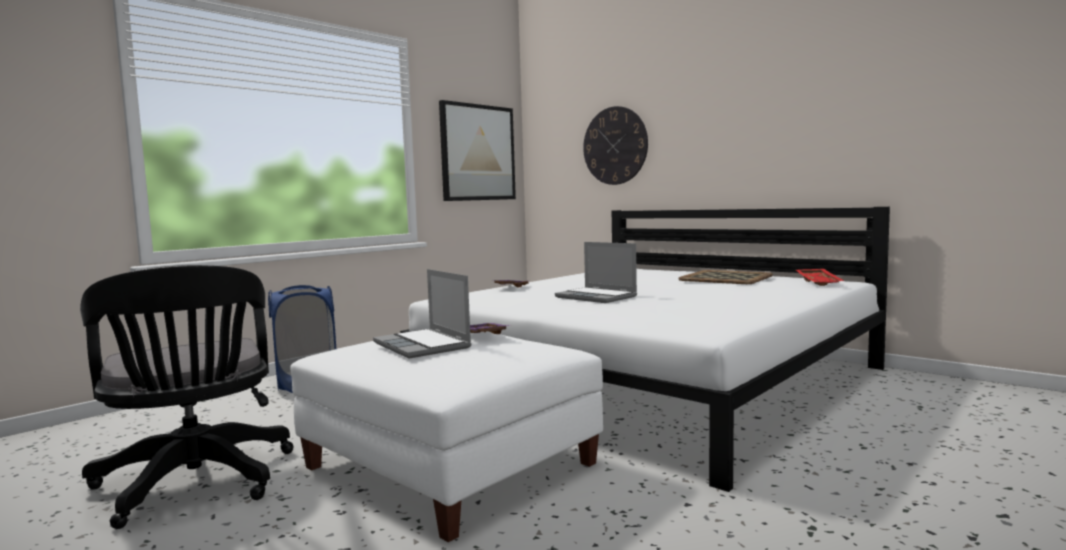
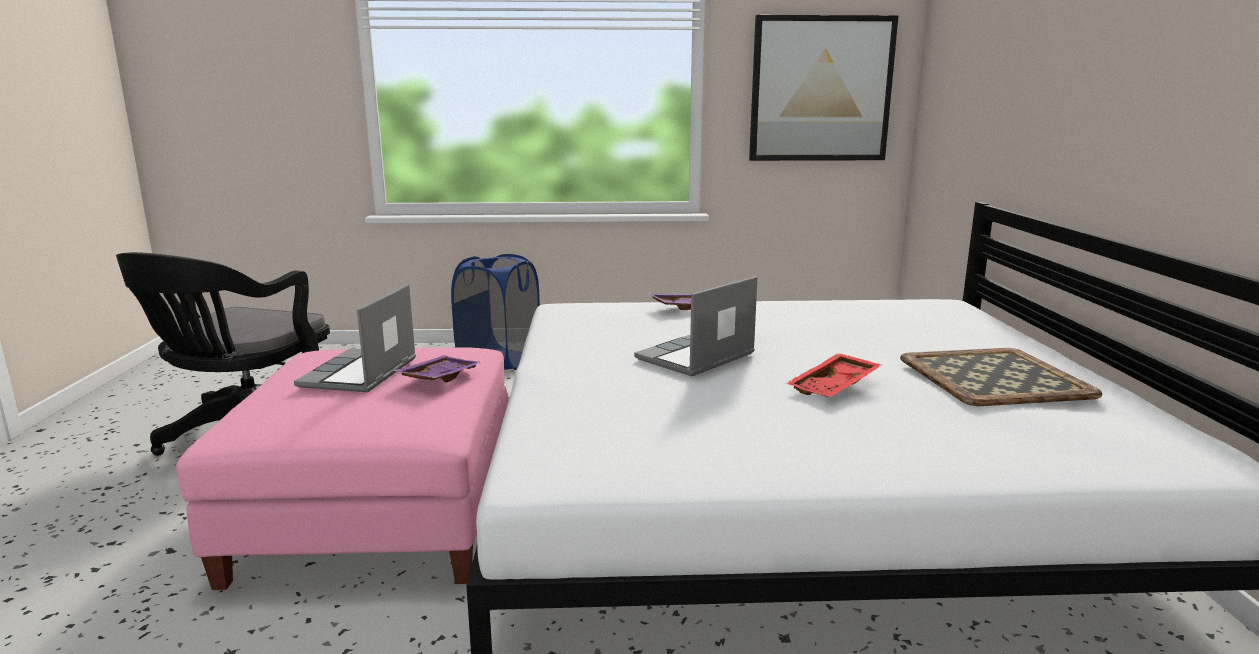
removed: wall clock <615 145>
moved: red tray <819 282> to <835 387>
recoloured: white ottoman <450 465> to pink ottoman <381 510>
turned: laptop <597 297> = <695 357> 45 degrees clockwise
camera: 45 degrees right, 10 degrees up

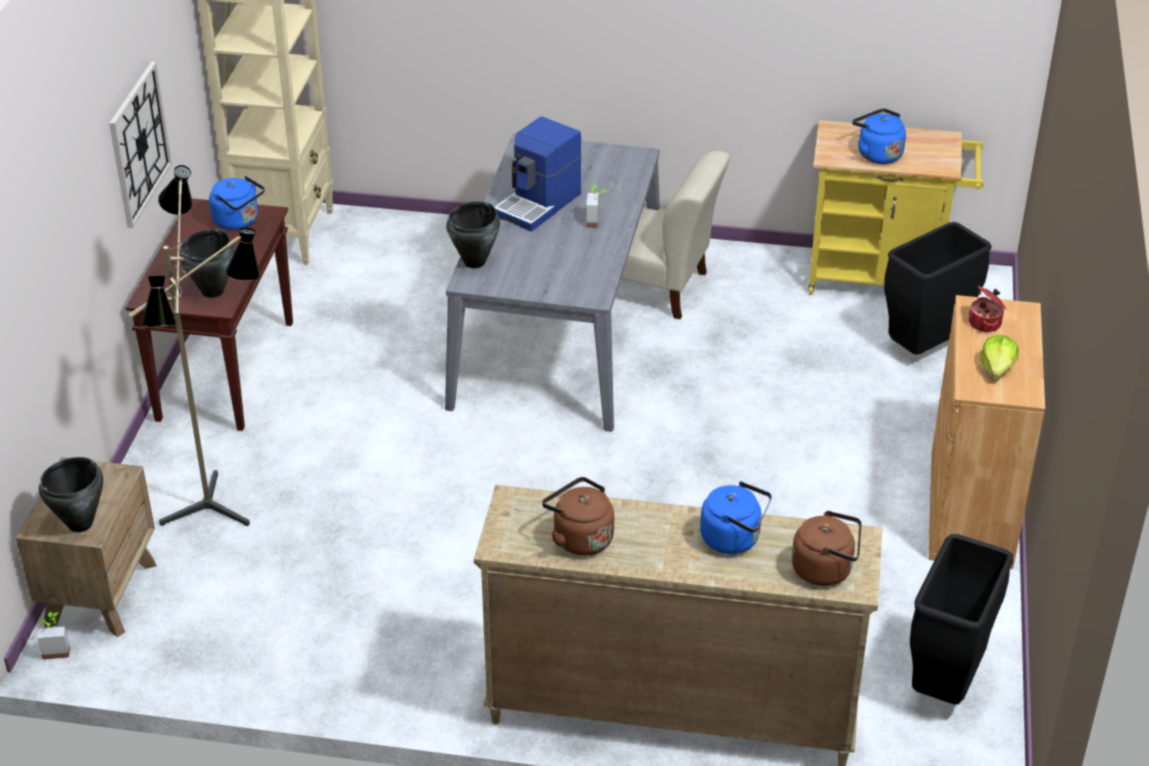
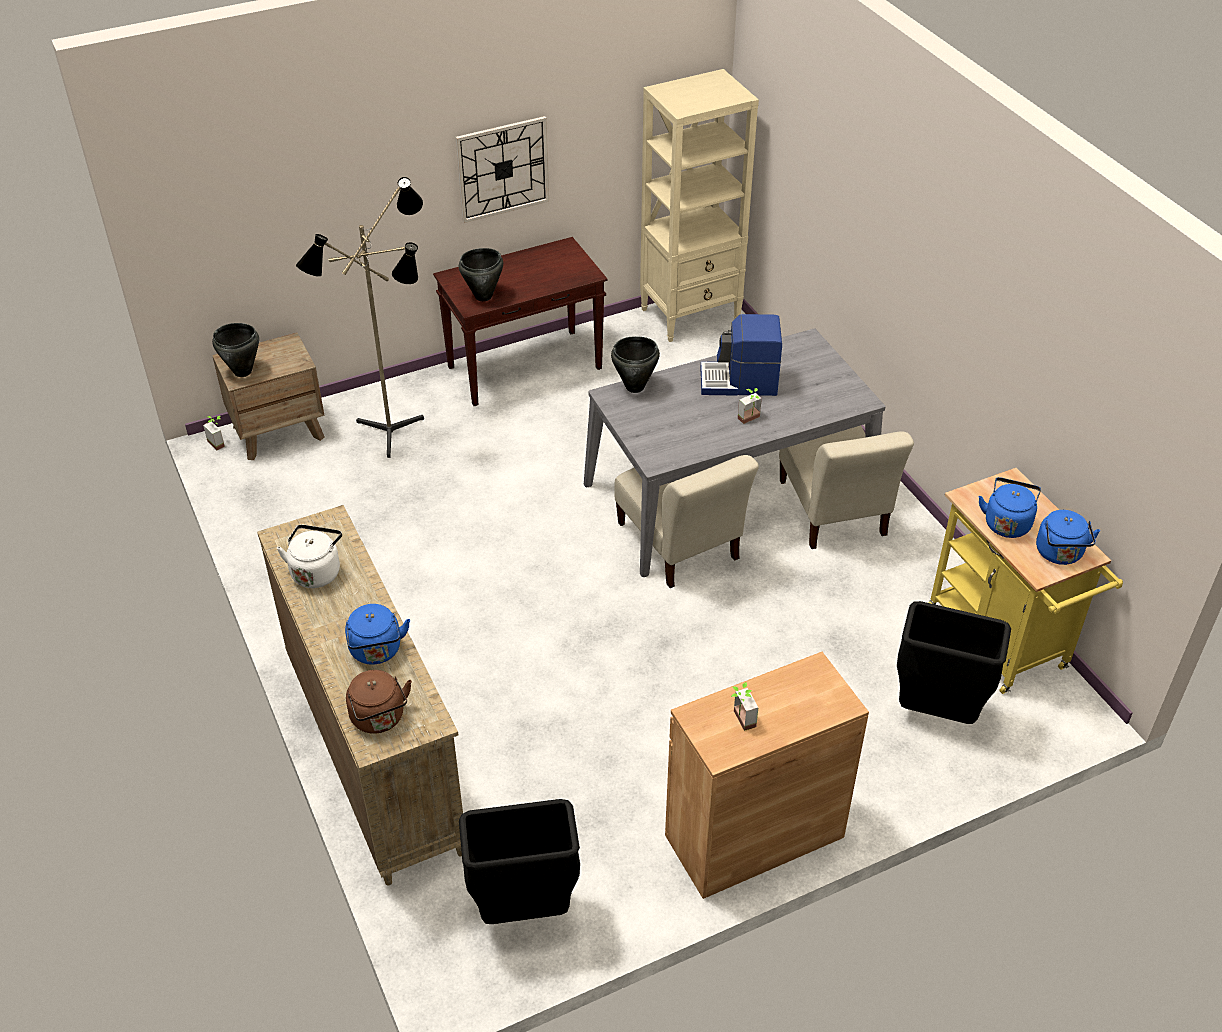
removed: cooking pot <985 323>
added: beige chair <679 545>
moved: blue kettle <239 221> to <1060 554>
replaced: lettuce <997 368> to potted plant <739 720>
recoloured: brown kettle <579 538> to white kettle <316 571>
camera: 55 degrees right, 5 degrees up

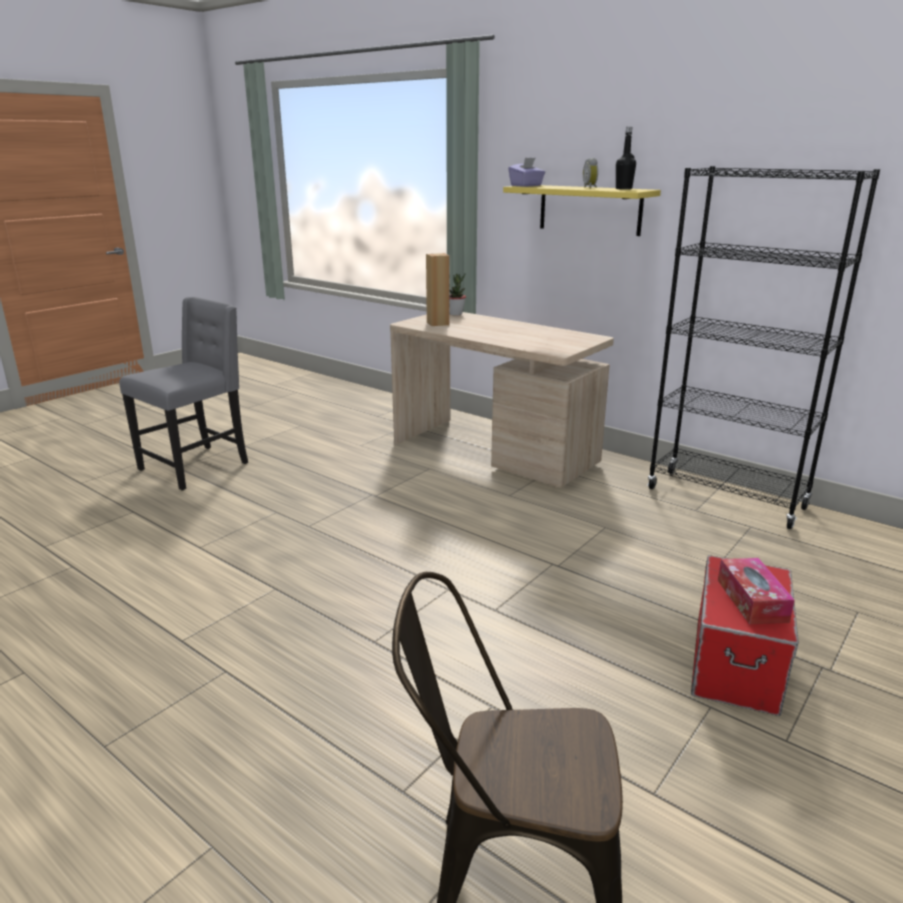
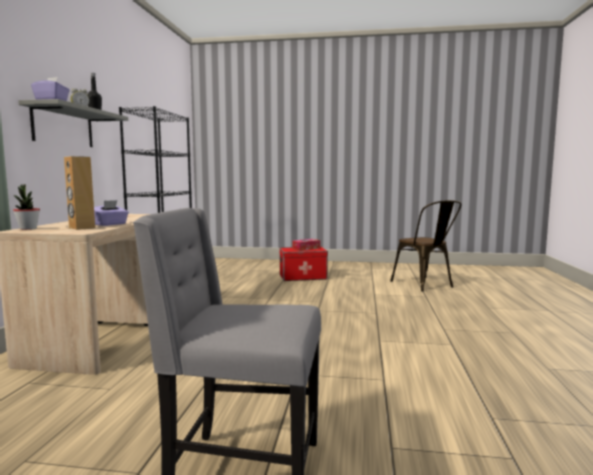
added: purple tissue box <110 224>
recoloured: yellow shelf <590 209> to grey shelf <63 127>
camera: 120 degrees left, 15 degrees down

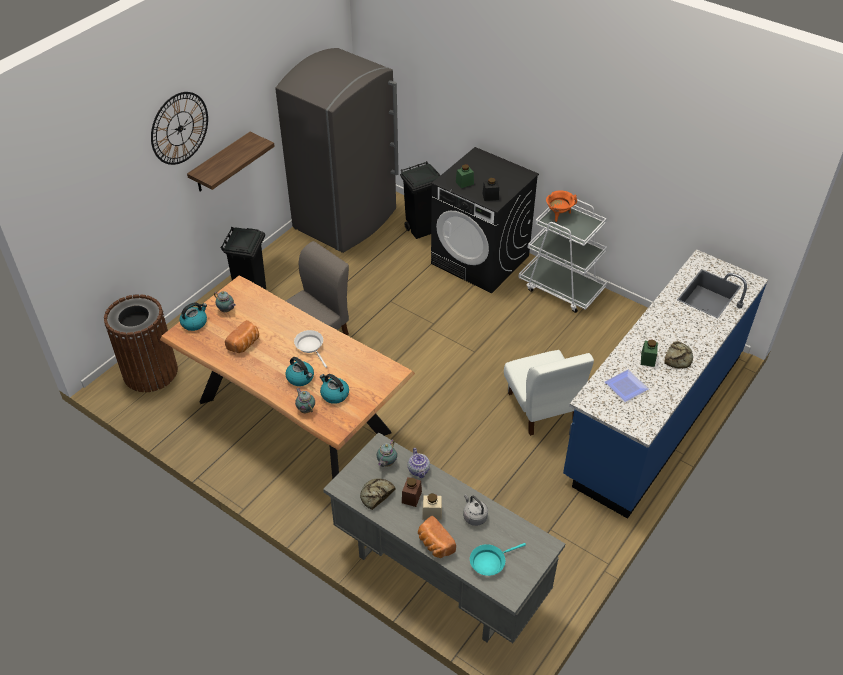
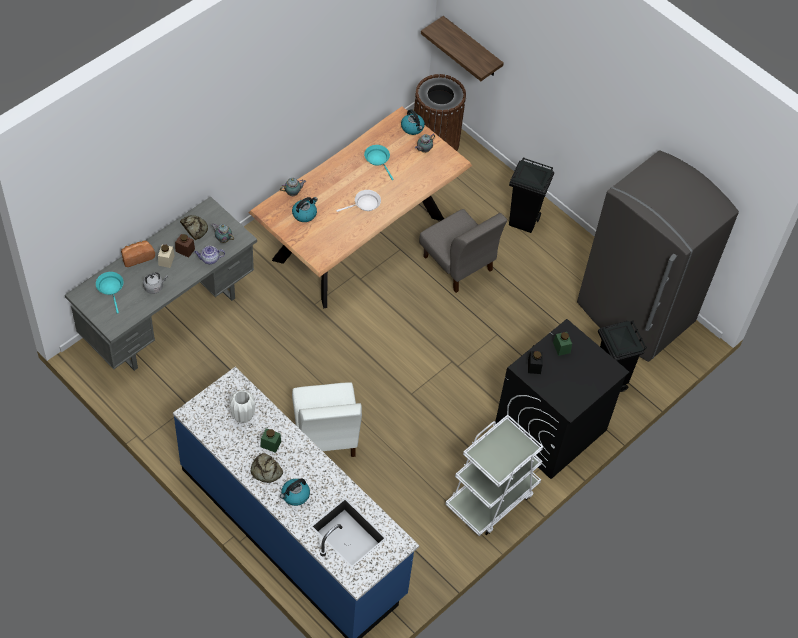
removed: wall clock <180 128>; orange cooking pot <558 215>
moved: shelf <221 163> to <472 48>; kettle <301 378> to <295 495>
replaced: bread <245 344> to turquoise frying pan <378 160>; plate <626 385> to white vase <243 416>
turned: white chair <542 407> = <325 435> 90 degrees counterclockwise
camera: 95 degrees right, 10 degrees up

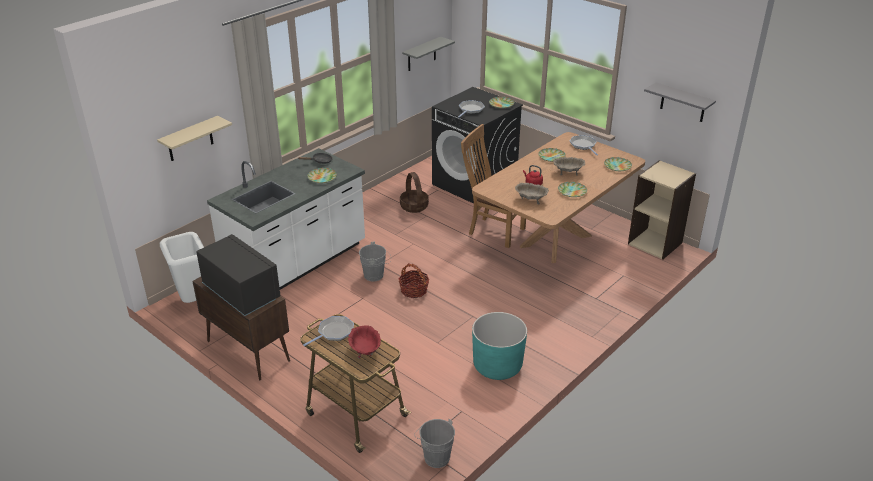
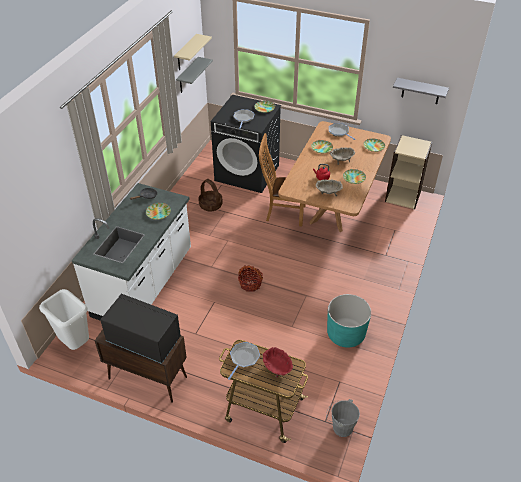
removed: grey bucket <376 275>
moved: beige shelf <190 139> to <186 53>
camera: 20 degrees left, 10 degrees up

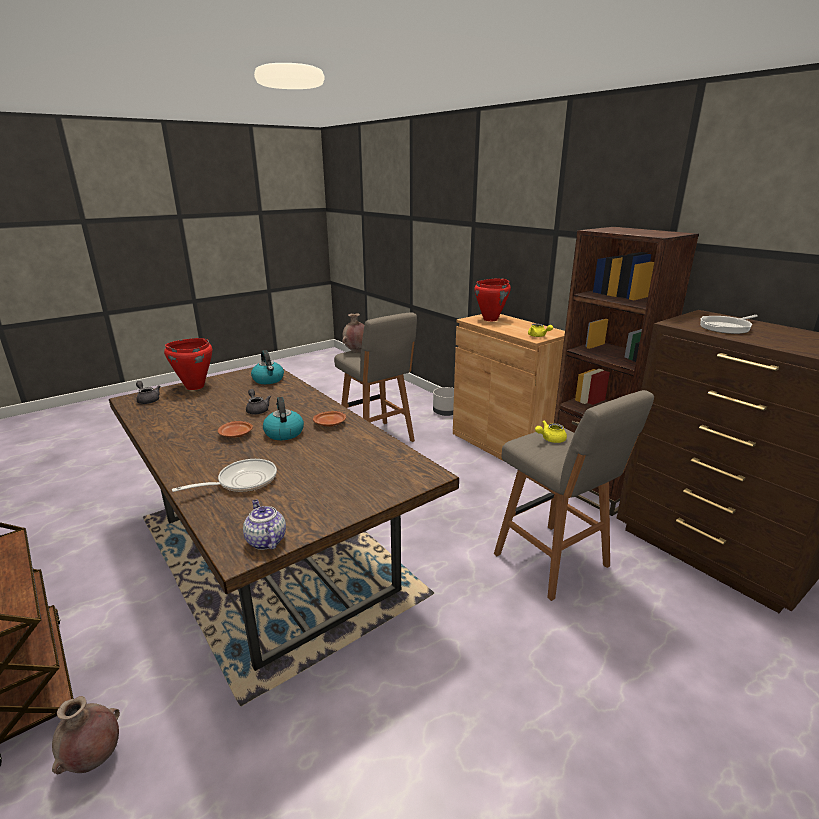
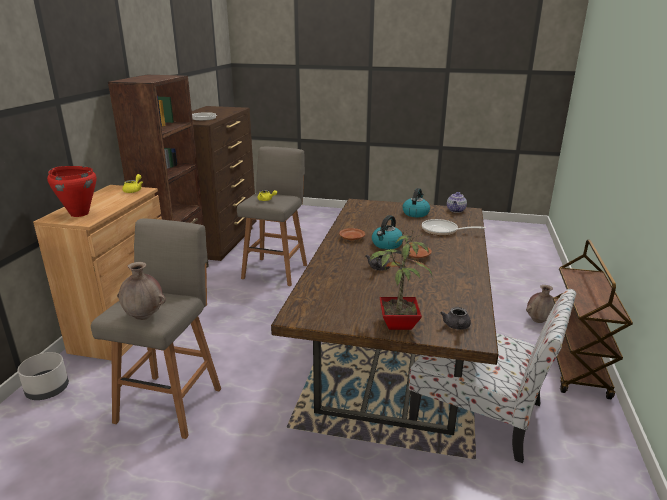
added: chair <480 413>
moved: kettle <268 380> to <415 213>
replaced: red cooking pot <194 387> to potted plant <396 324>
camera: 130 degrees left, 0 degrees up

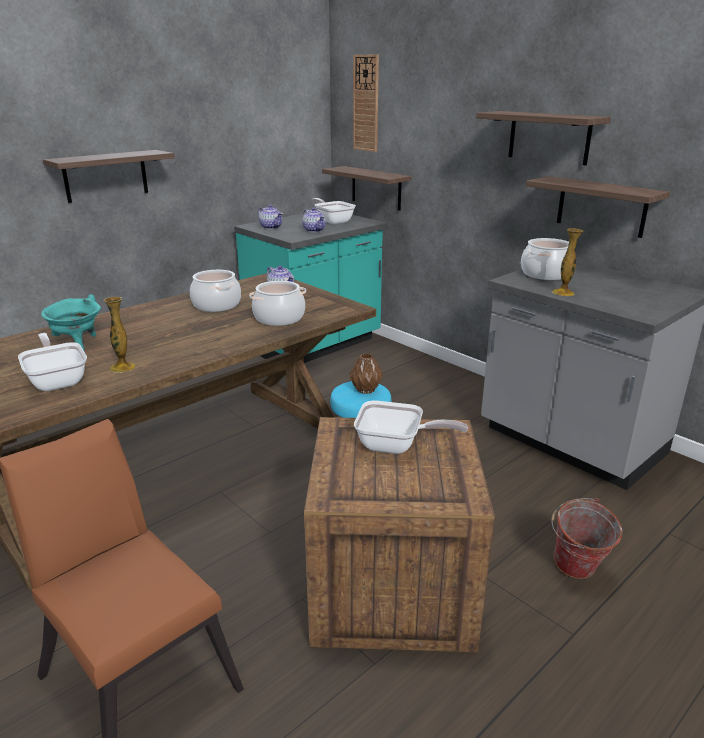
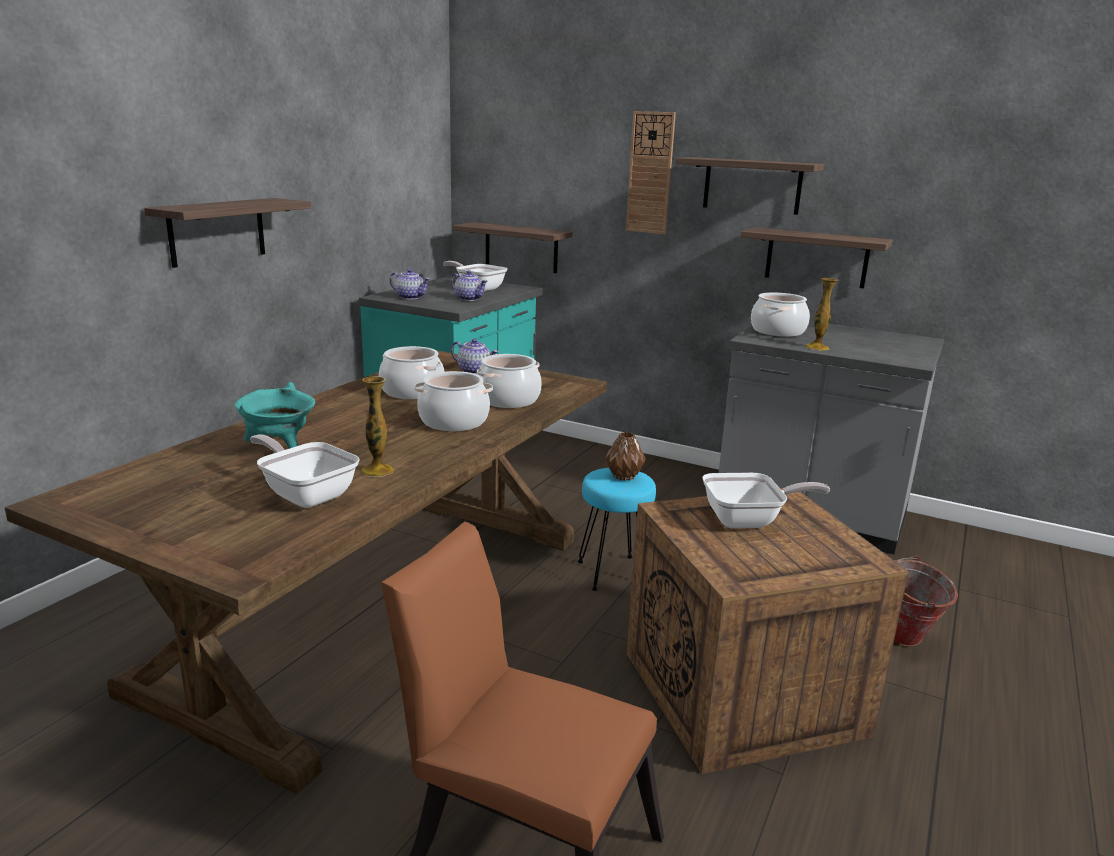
added: cooking pot <453 422>
moved: wall clock <366 103> to <650 173>
camera: 20 degrees left, 5 degrees down

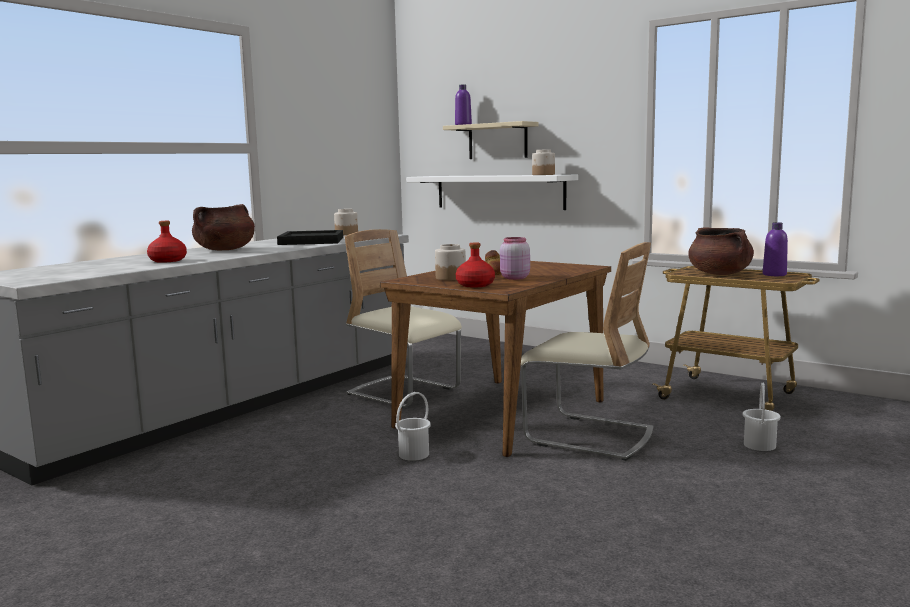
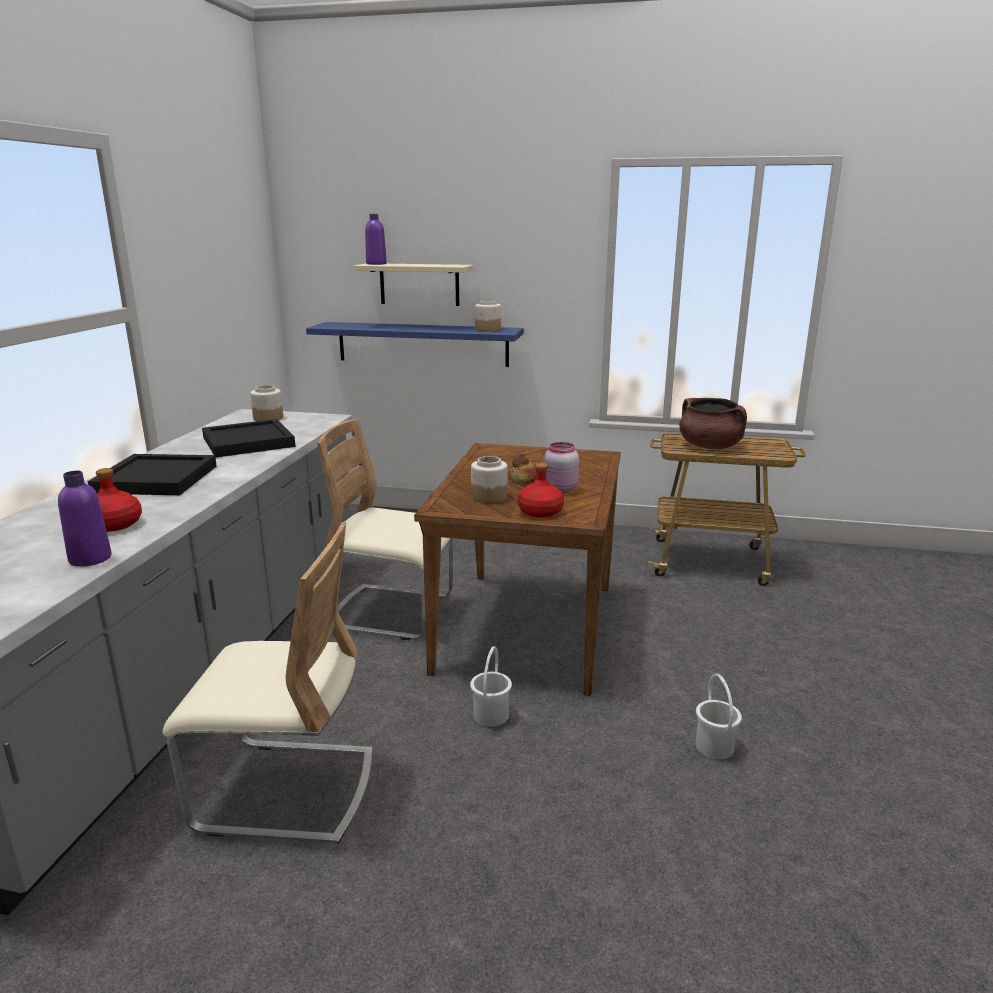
moved: beige chair <589 436> to <286 790>; white bucket <760 445> to <715 746>; purple bottle <774 274> to <90 559>
replaced: brown cooking pot <225 250> to black tray <156 479>
recoloured: white shelf <499 192> to blue shelf <422 344>
camera: 25 degrees left, 10 degrees up

